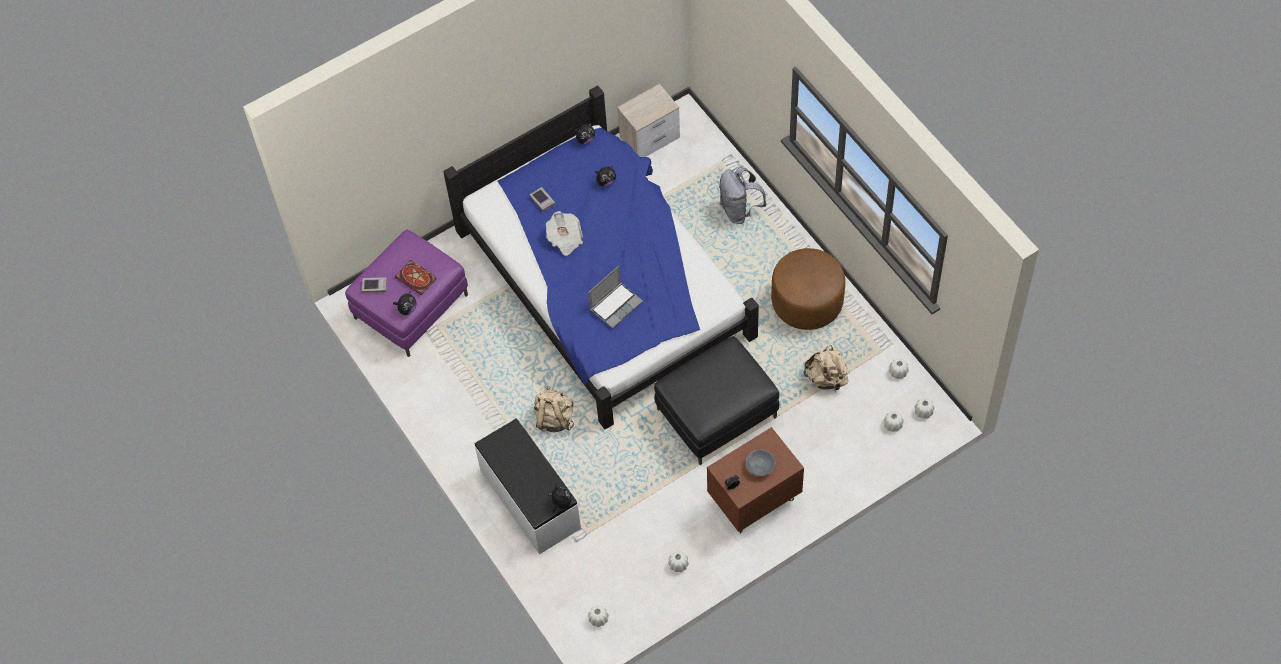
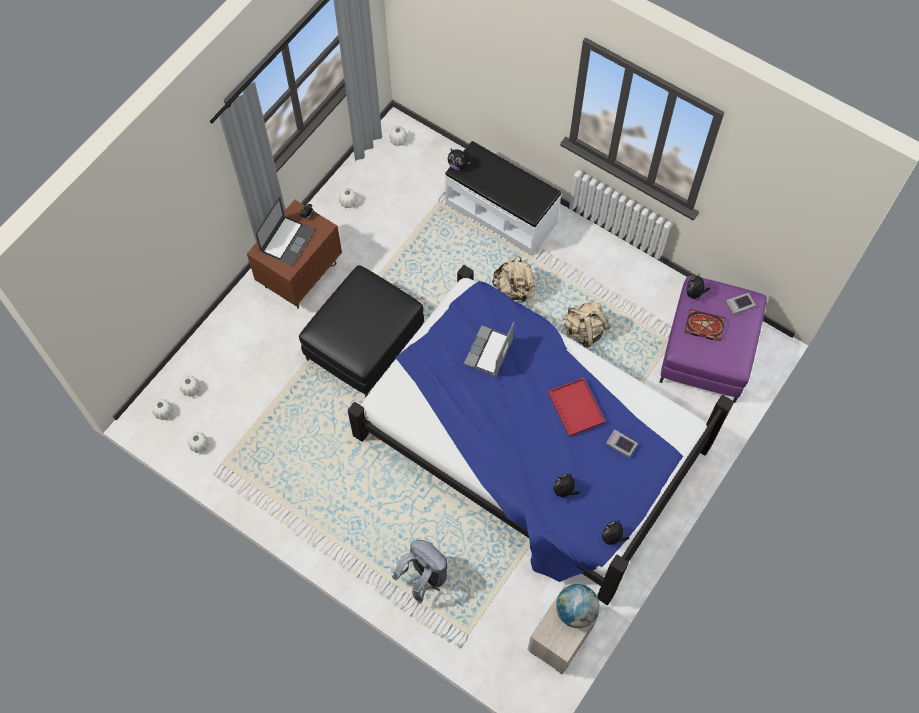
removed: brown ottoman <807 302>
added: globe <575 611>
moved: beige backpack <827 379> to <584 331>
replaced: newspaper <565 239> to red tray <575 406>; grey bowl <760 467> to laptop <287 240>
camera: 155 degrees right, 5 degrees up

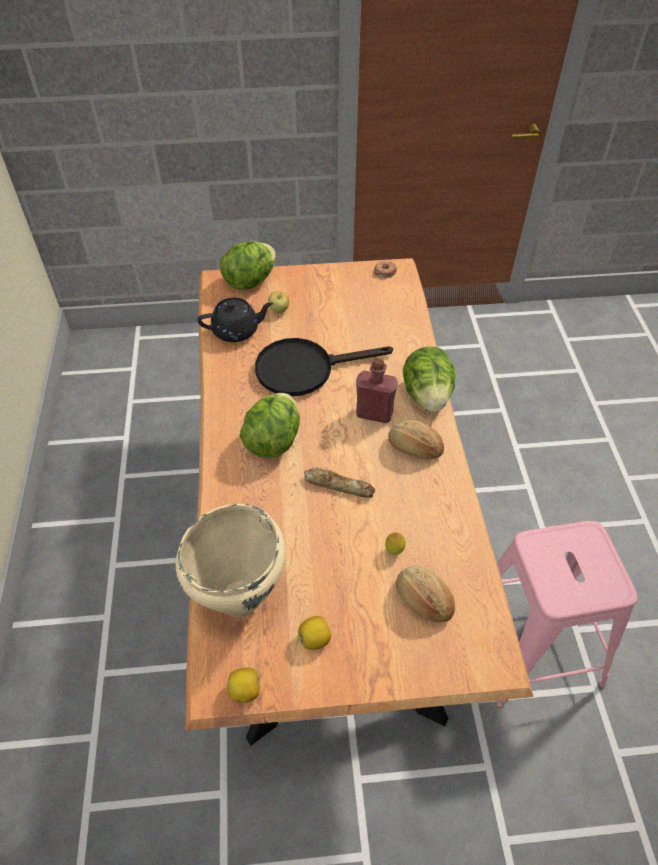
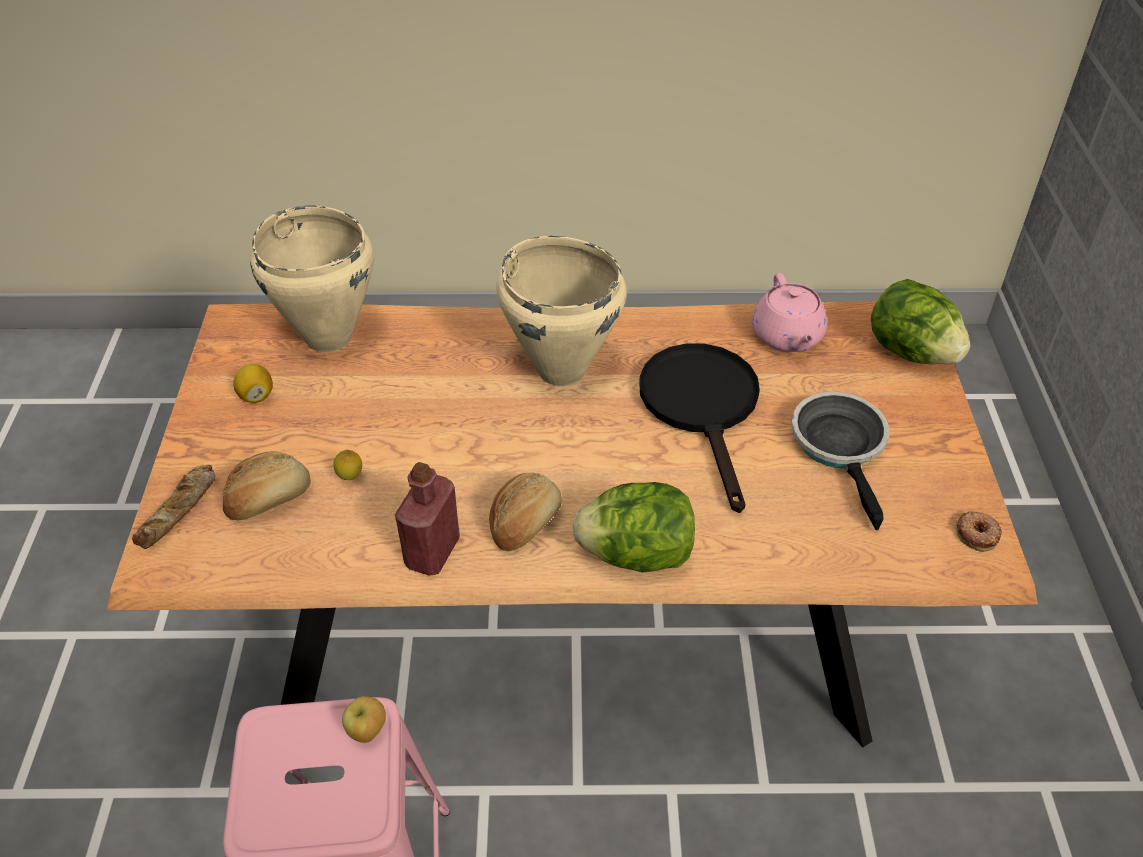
removed: lemon <245 690>
added: frying pan <840 447>
moved: apple <279 310> to <367 731>; bread <339 485> to <179 511>; red bottle <374 414> to <432 552>
replaced: lettuce <273 441> to beige cooking pot <561 369>
recoloured: black teapot <237 330> to pink teapot <787 337>
camera: 95 degrees right, 5 degrees down

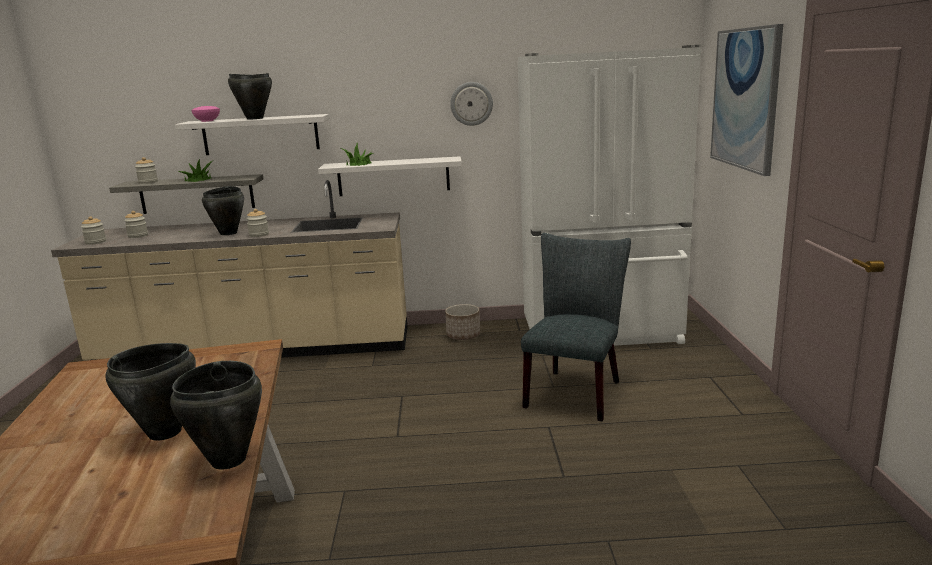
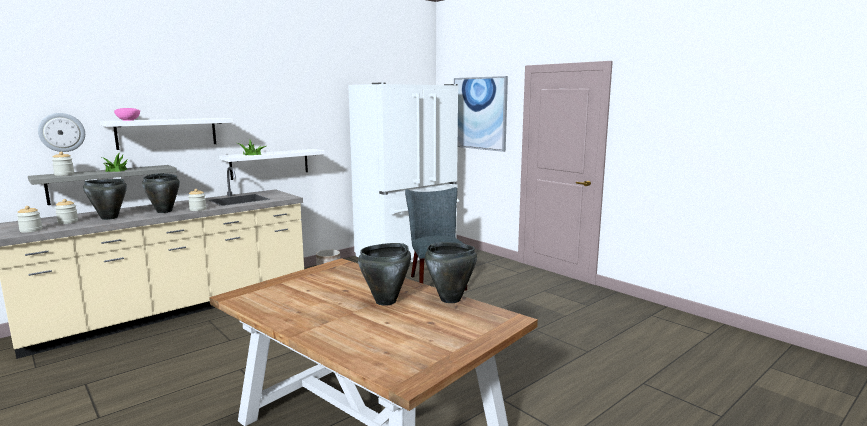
moved: black cooking pot <254 118> to <109 218>; wall clock <471 103> to <62 132>
camera: 40 degrees left, 5 degrees down

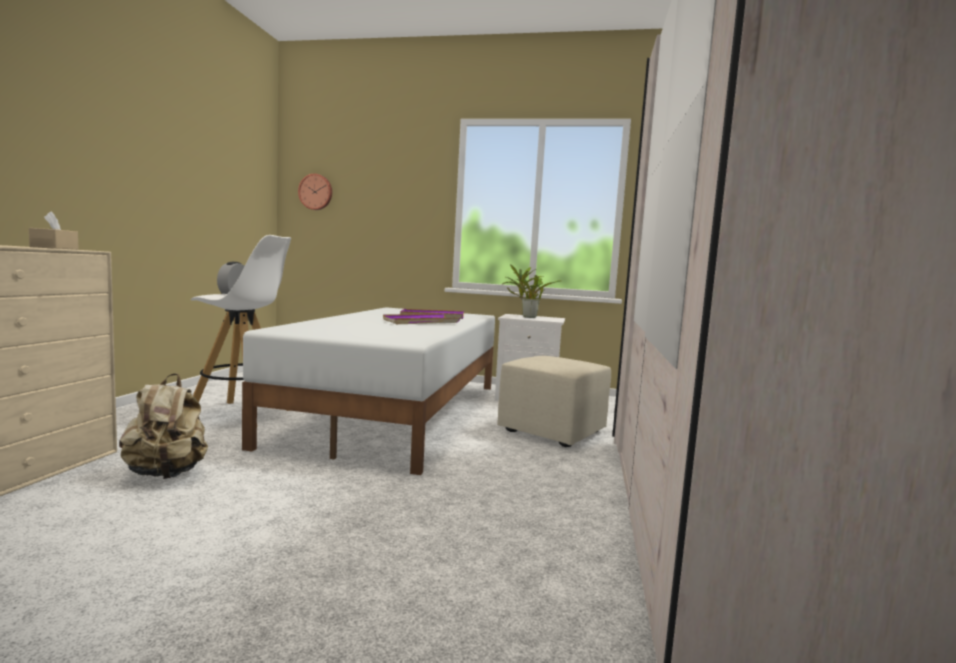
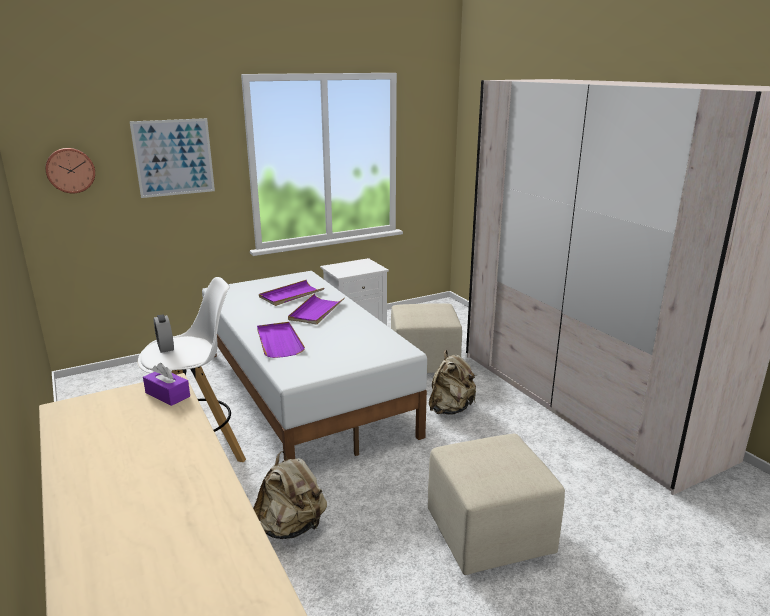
removed: potted plant <527 317>
added: picture <174 157>; purple tray <279 342>; beige ottoman <488 535>; beige backpack <450 408>
recoloured: beige tissue box <55 248> to purple tissue box <167 394>
camera: 40 degrees left, 15 degrees up

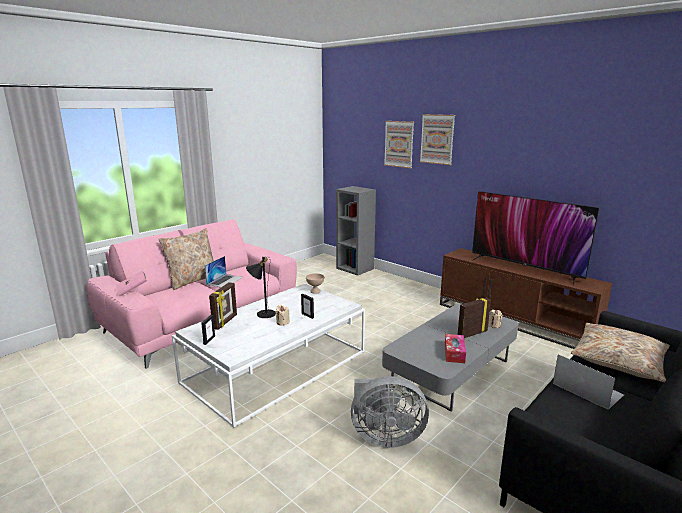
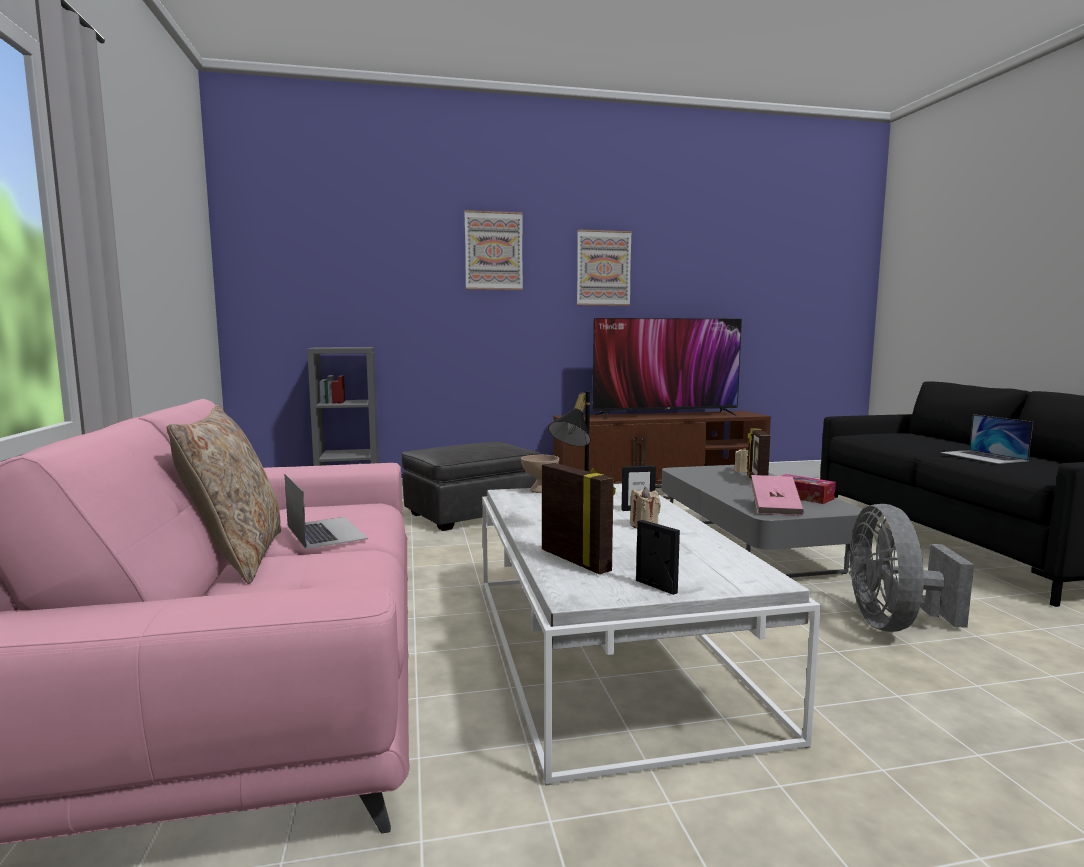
removed: beige pillow <618 360>
added: grey ottoman <471 514>
moved: pink book <132 290> to <775 508>; picture <399 144> to <603 268>
turned: grey fan <384 437> = <893 624> 150 degrees clockwise; laptop <587 389> = <983 456> 105 degrees counterclockwise
camera: 55 degrees left, 10 degrees down

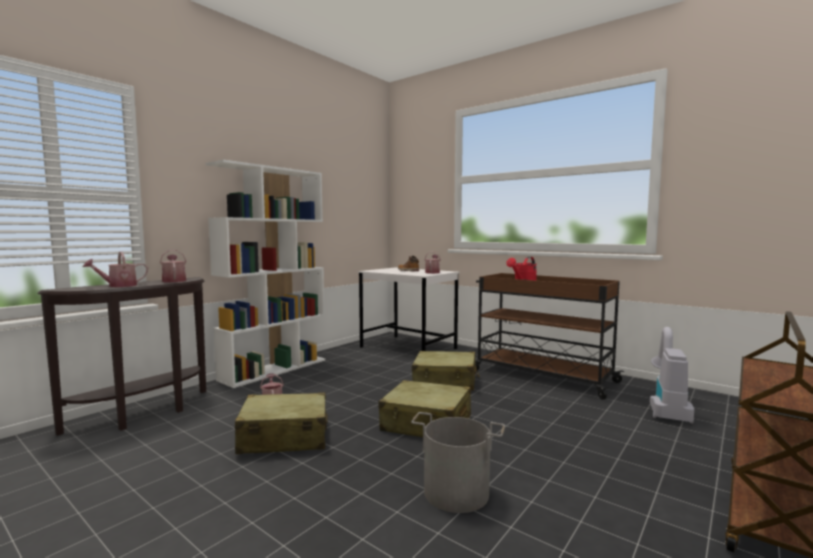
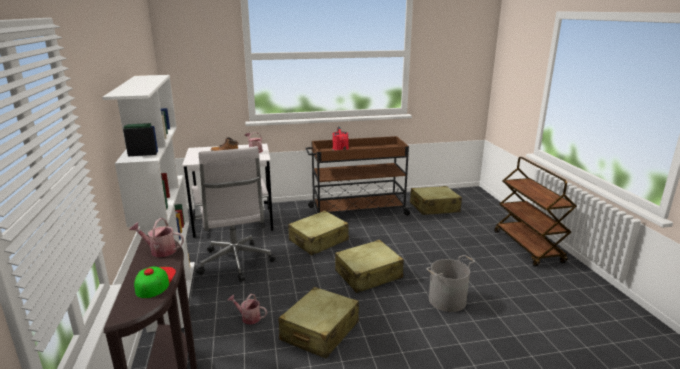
added: white office chair <236 264>
replaced: watering can <118 286> to cap <155 281>; vacuum cleaner <666 406> to beige suitcase <434 208>
camera: 50 degrees left, 15 degrees up

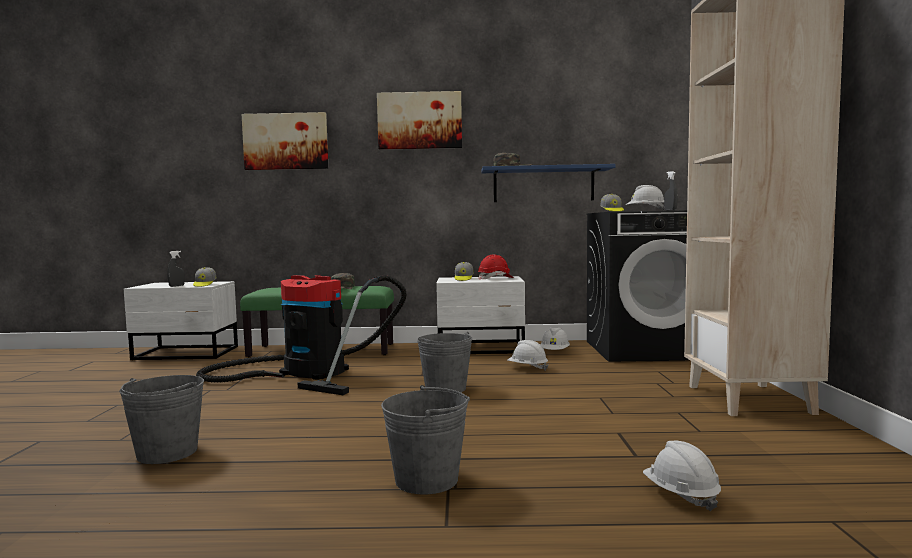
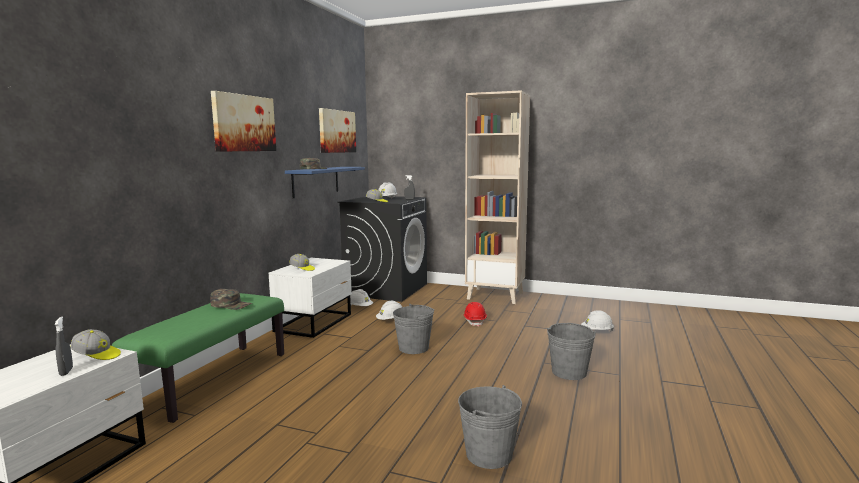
removed: vacuum cleaner <307 372>
moved: picture <286 141> to <337 131>; red hard hat <495 279> to <474 321>
camera: 70 degrees left, 5 degrees up

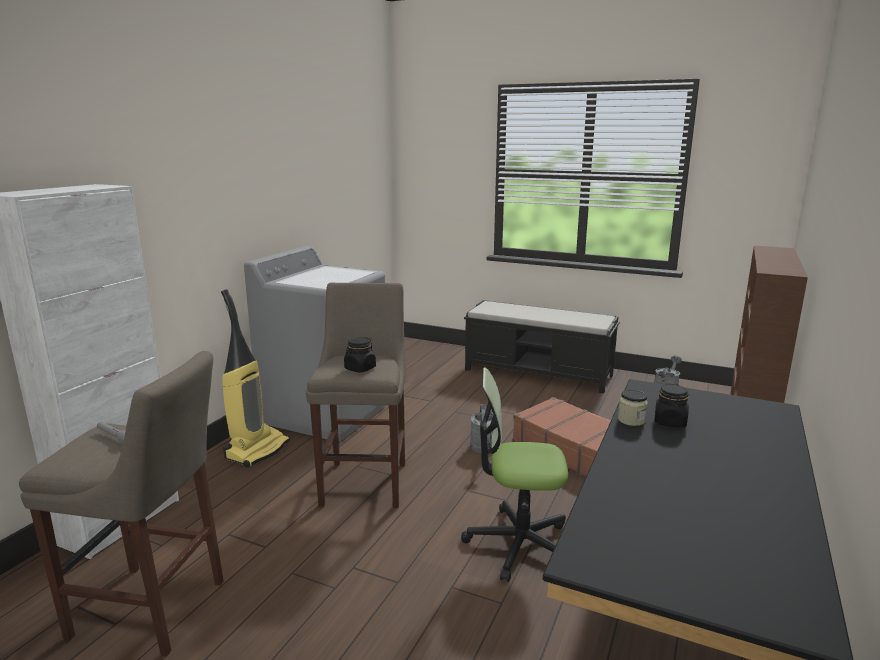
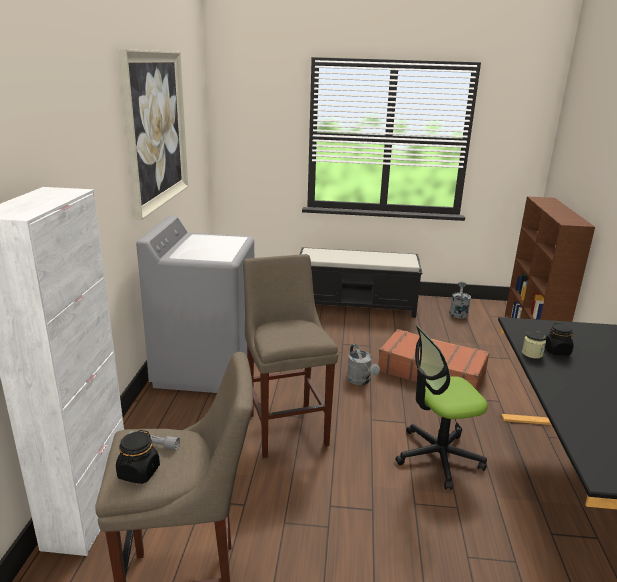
removed: vacuum cleaner <257 450>
added: picture <156 129>
moved: black jar <360 368> to <138 472>
camera: 20 degrees left, 5 degrees up

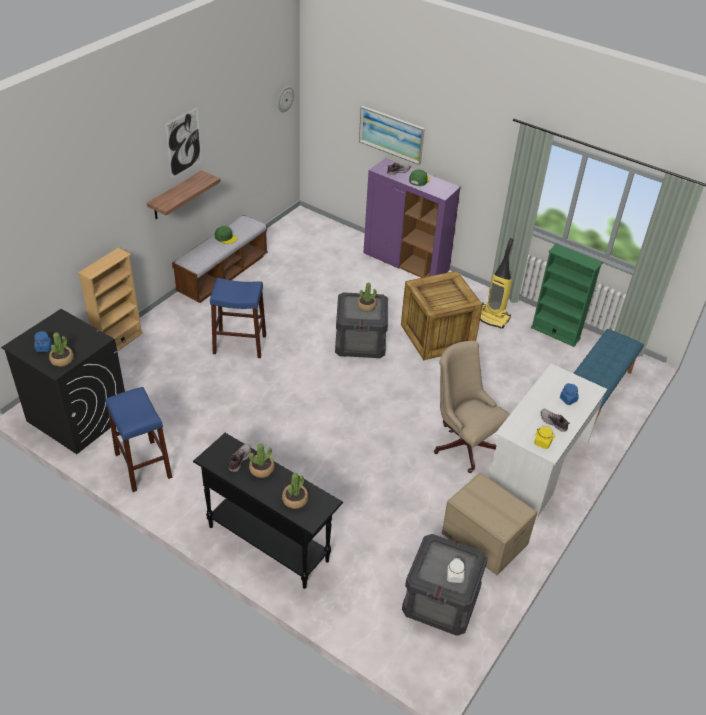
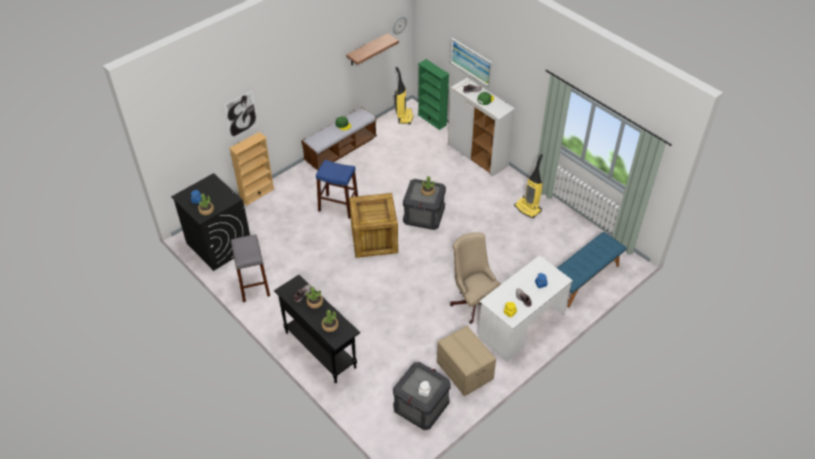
added: vacuum cleaner <404 117>
moved: shelf <176 196> to <367 50>; picture <184 143> to <241 114>; crate <437 335> to <375 239>; green bookcase <555 333> to <432 120>
recoloured: blue stool <143 465> to grey stool <253 285>; purple cabinet <406 263> to white cabinet <478 156>
camera: 15 degrees right, 5 degrees up

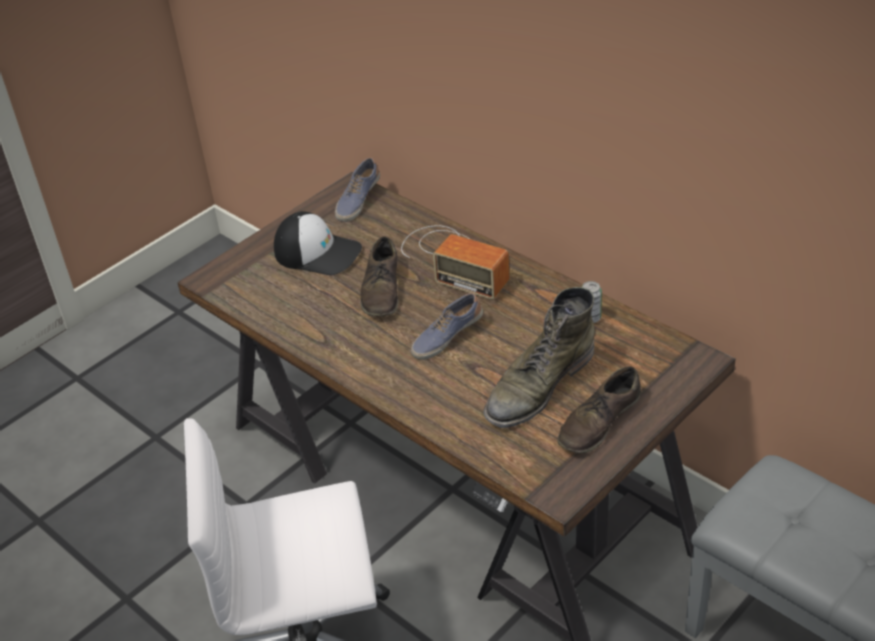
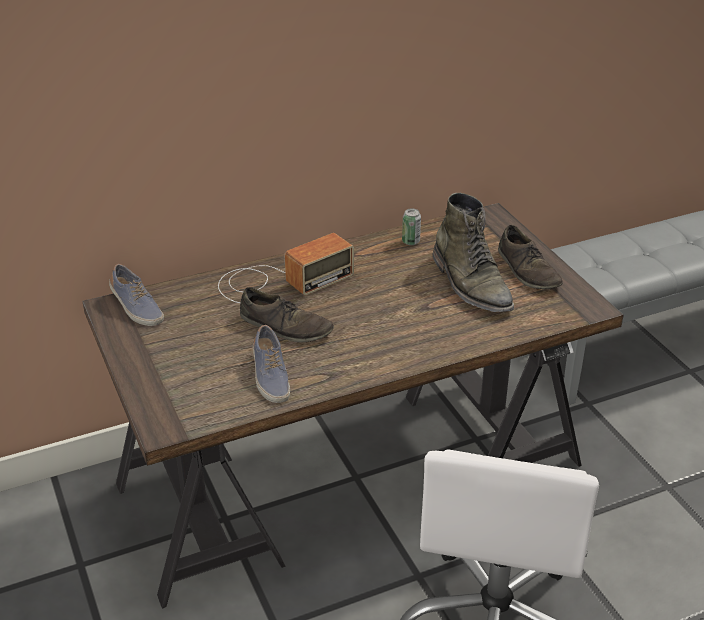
removed: cap <318 252>
moved: shoe <446 337> to <270 376>
camera: 70 degrees left, 5 degrees down

